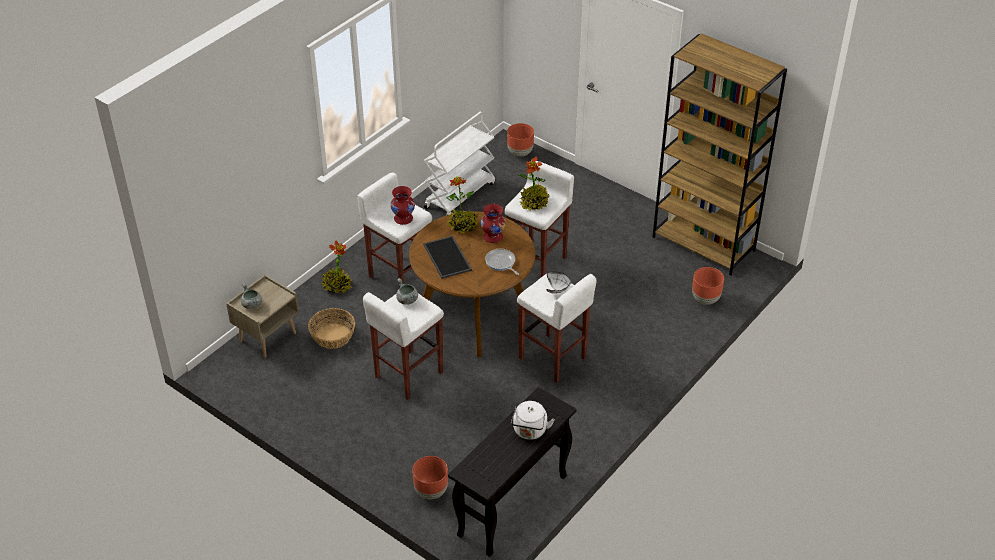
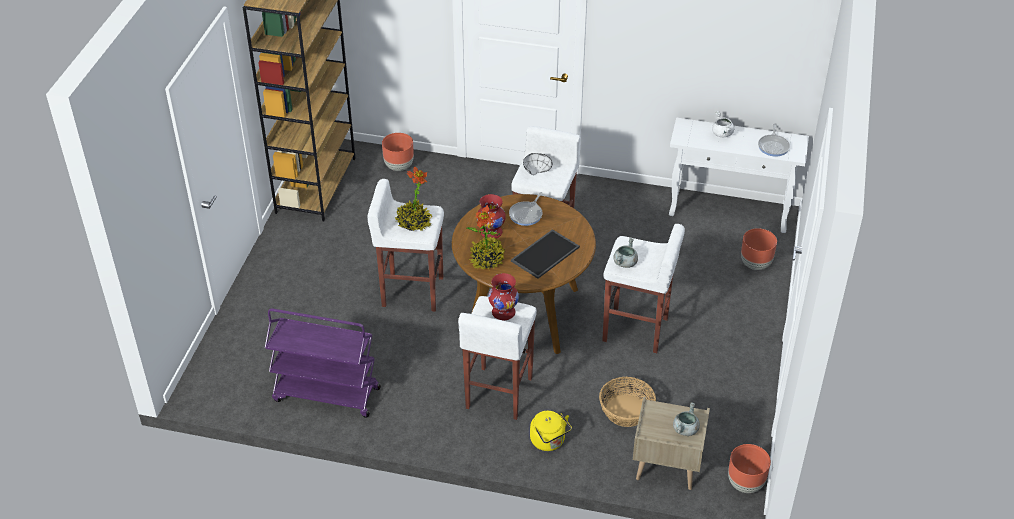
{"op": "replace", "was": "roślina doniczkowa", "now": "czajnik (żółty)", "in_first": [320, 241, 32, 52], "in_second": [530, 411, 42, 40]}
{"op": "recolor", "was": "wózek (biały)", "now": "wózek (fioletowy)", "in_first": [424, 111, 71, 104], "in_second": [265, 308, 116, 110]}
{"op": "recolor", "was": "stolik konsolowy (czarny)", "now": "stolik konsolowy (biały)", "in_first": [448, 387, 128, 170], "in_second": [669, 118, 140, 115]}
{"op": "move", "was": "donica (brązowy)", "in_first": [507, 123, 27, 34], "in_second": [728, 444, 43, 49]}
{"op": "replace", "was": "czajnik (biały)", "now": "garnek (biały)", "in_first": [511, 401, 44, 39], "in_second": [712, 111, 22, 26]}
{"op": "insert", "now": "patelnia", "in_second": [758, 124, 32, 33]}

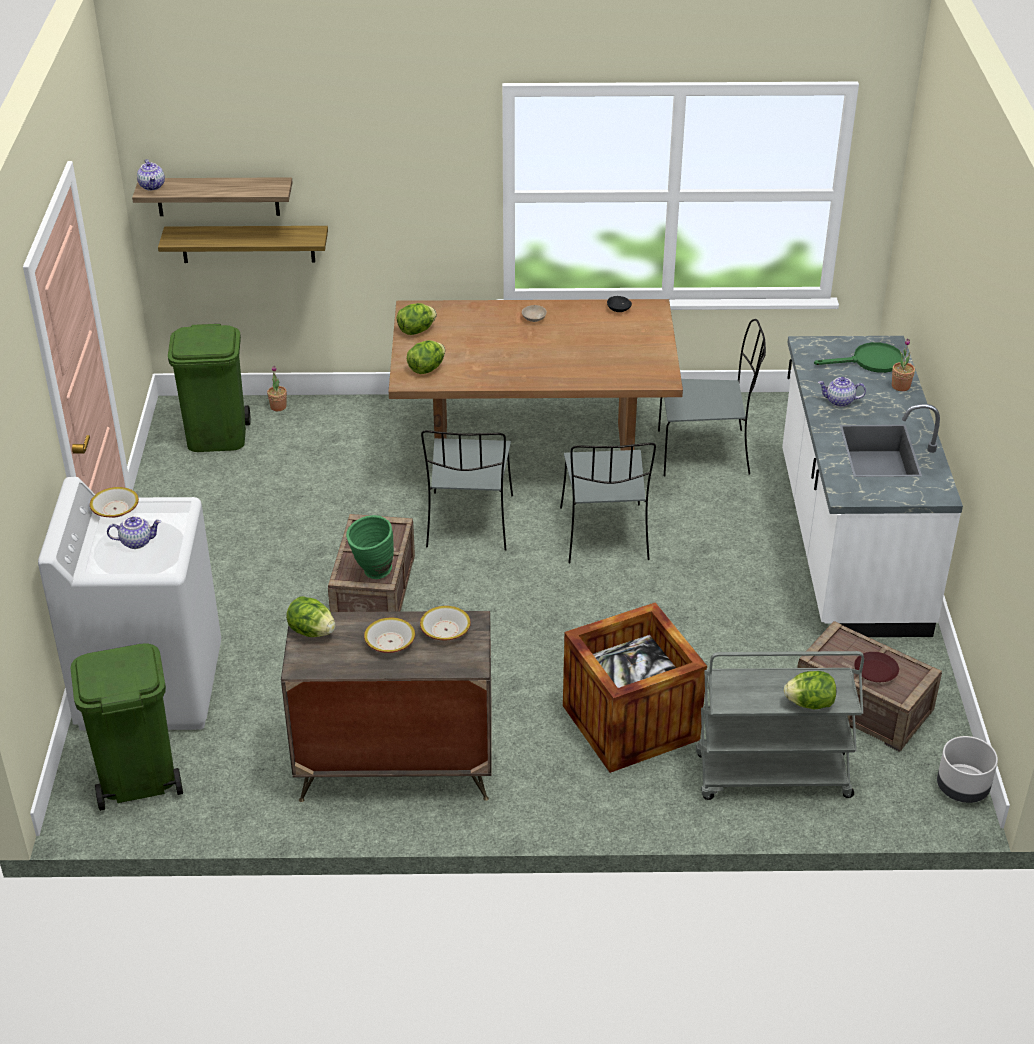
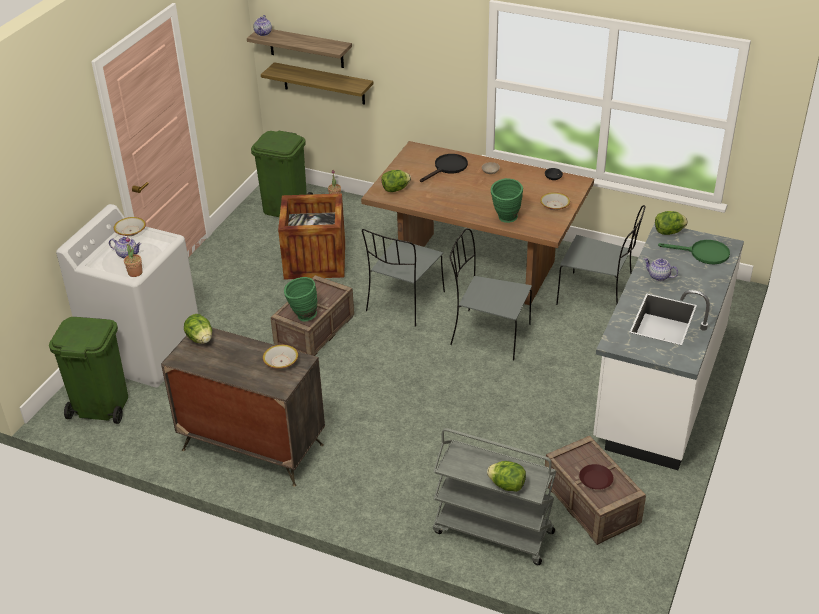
{"op": "move", "was": "miska", "in_first": [364, 618, 51, 35], "in_second": [540, 192, 30, 18]}
{"op": "move", "was": "sałata", "in_first": [397, 303, 40, 32], "in_second": [655, 211, 33, 24]}
{"op": "rotate", "was": "krzesło (szary)", "in_first": [560, 443, 96, 120], "in_second": [450, 228, 82, 133], "clockwise": 90}
{"op": "move", "was": "skrzynka", "in_first": [563, 602, 144, 171], "in_second": [278, 193, 67, 87]}
{"op": "move", "was": "roślina doniczkowa", "in_first": [892, 338, 23, 53], "in_second": [124, 237, 18, 40]}
{"op": "delete", "was": "donica (szary)", "in_first": [937, 736, 61, 67]}
{"op": "insert", "now": "patelnia (czarny)", "in_second": [420, 154, 48, 28]}
{"op": "insert", "now": "wazon (zielony)", "in_second": [491, 178, 32, 45]}

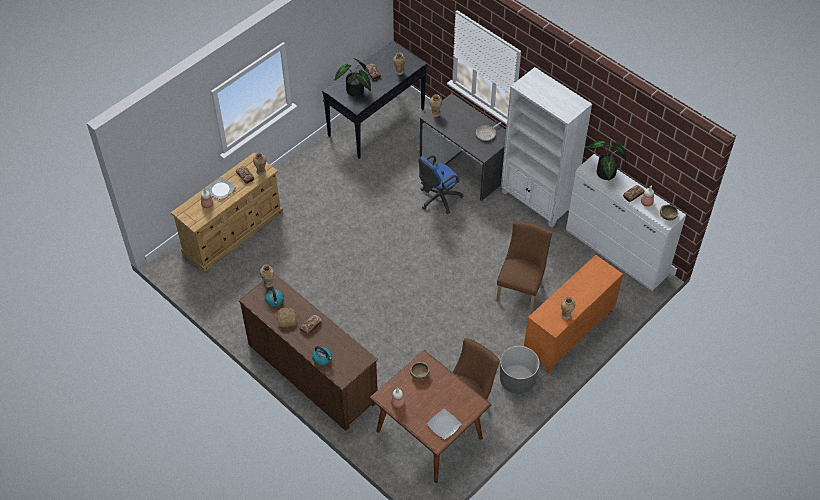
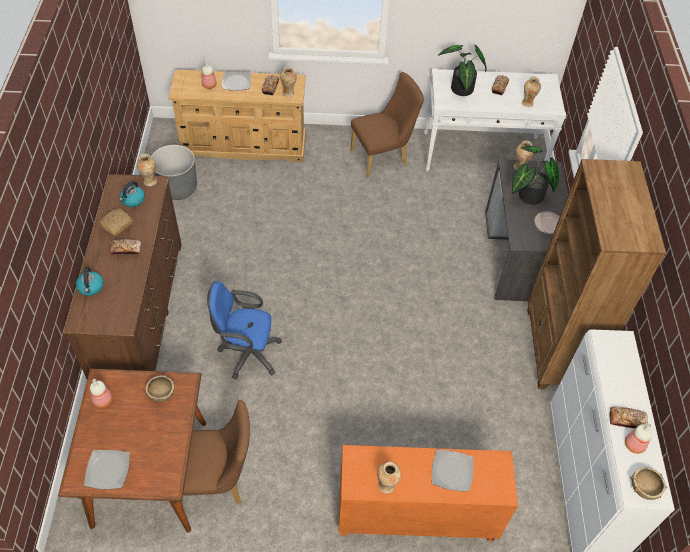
{"op": "recolor", "was": "stolik konsolowy (czarny)", "now": "stolik konsolowy (biały)", "in_first": [322, 41, 105, 118], "in_second": [424, 69, 142, 102]}
{"op": "move", "was": "krzesło biurowe (niebieski)", "in_first": [419, 155, 44, 59], "in_second": [207, 281, 75, 98]}
{"op": "move", "was": "krzesło (brązowy)", "in_first": [496, 221, 56, 90], "in_second": [350, 72, 74, 106]}
{"op": "move", "was": "donica (szary)", "in_first": [500, 346, 40, 48], "in_second": [151, 145, 46, 55]}
{"op": "recolor", "was": "regał (biały)", "now": "regał (brązowy)", "in_first": [501, 67, 91, 160], "in_second": [527, 159, 139, 230]}
{"op": "move", "was": "roślina doniczkowa", "in_first": [585, 141, 41, 40], "in_second": [512, 146, 47, 59]}
{"op": "insert", "now": "talerz", "in_second": [432, 449, 42, 43]}

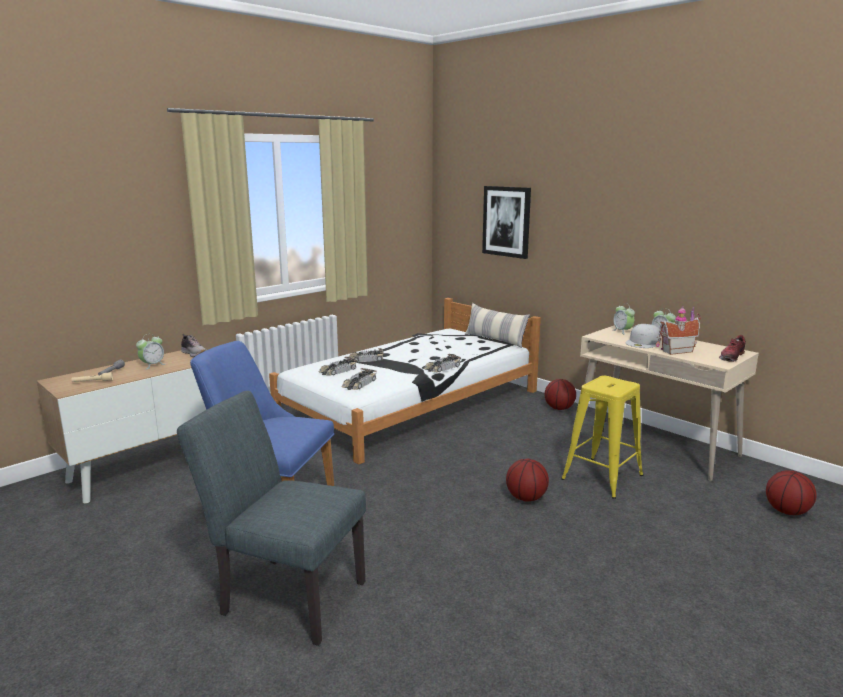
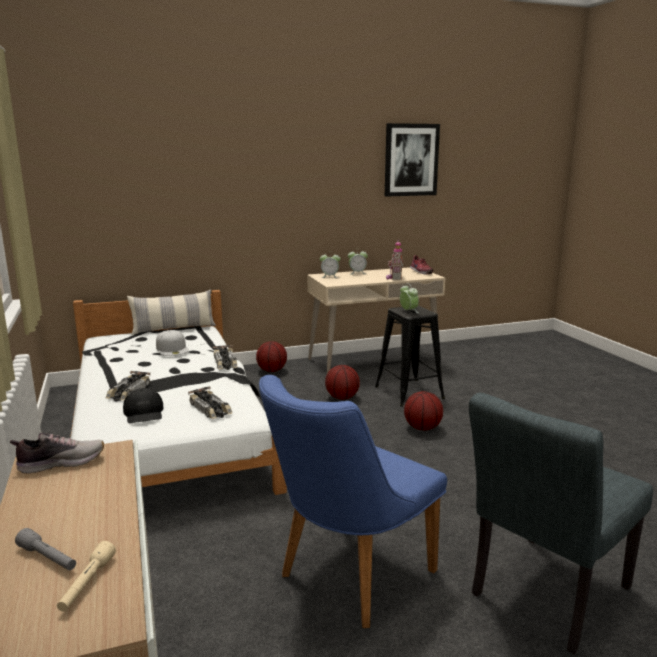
{"op": "move", "was": "budzik", "in_first": [136, 334, 29, 36], "in_second": [399, 283, 20, 30]}
{"op": "replace", "was": "samochodzik", "now": "czapka z daszkiem (czarny)", "in_first": [319, 357, 38, 19], "in_second": [123, 388, 40, 35]}
{"op": "move", "was": "obraz", "in_first": [482, 186, 49, 73], "in_second": [385, 123, 55, 74]}
{"op": "recolor", "was": "stołek (żółty)", "now": "stołek (czarny)", "in_first": [561, 376, 82, 123], "in_second": [375, 306, 70, 101]}
{"op": "move", "was": "czapka z daszkiem (biały)", "in_first": [625, 324, 36, 24], "in_second": [156, 330, 33, 26]}
{"op": "move", "was": "piłka do koszykówki", "in_first": [766, 471, 50, 44], "in_second": [325, 365, 35, 35]}

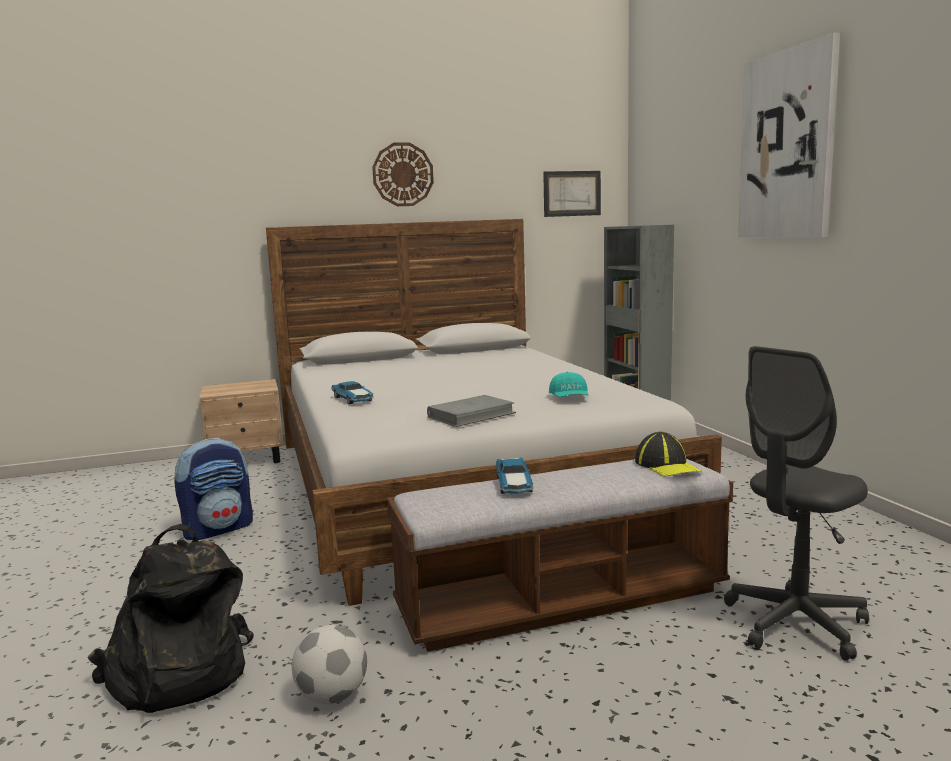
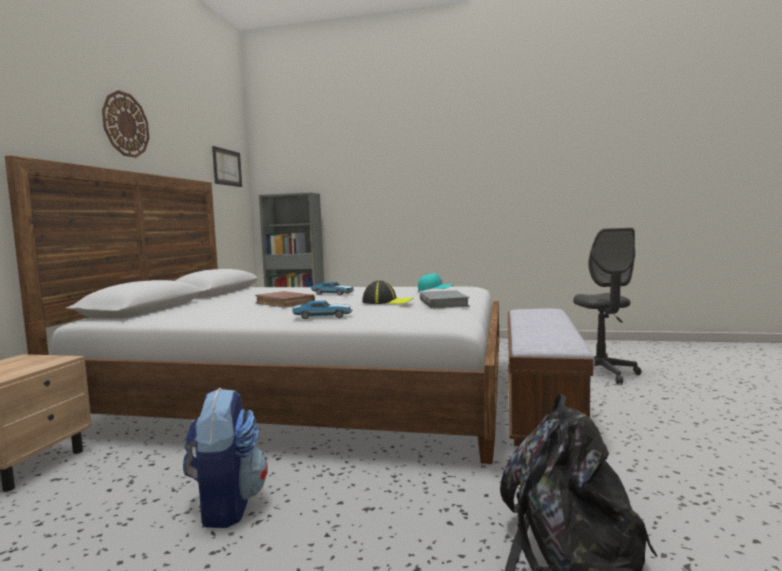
{"op": "delete", "was": "piłka futbolowa", "in_first": [292, 625, 75, 79]}
{"op": "move", "was": "samochodzik", "in_first": [496, 458, 38, 36], "in_second": [311, 282, 43, 14]}
{"op": "move", "was": "czapka z daszkiem", "in_first": [635, 432, 67, 45], "in_second": [362, 281, 52, 23]}
{"op": "delete", "was": "obraz", "in_first": [738, 32, 102, 206]}
{"op": "insert", "now": "książka (brązowy)", "in_second": [255, 291, 60, 17]}

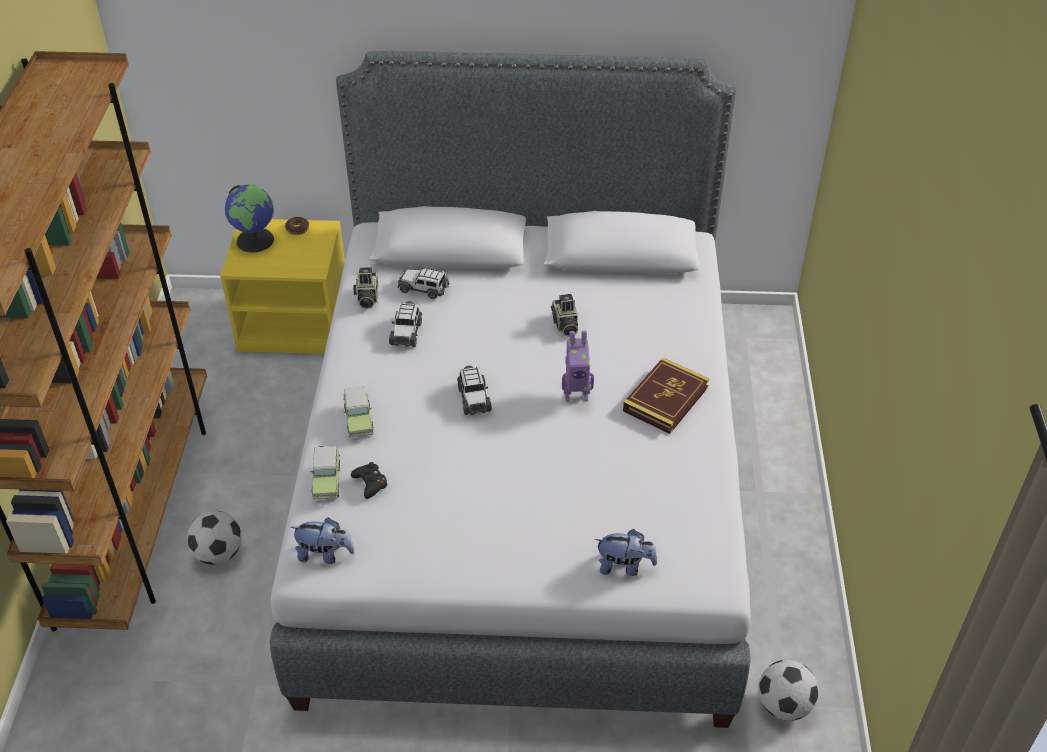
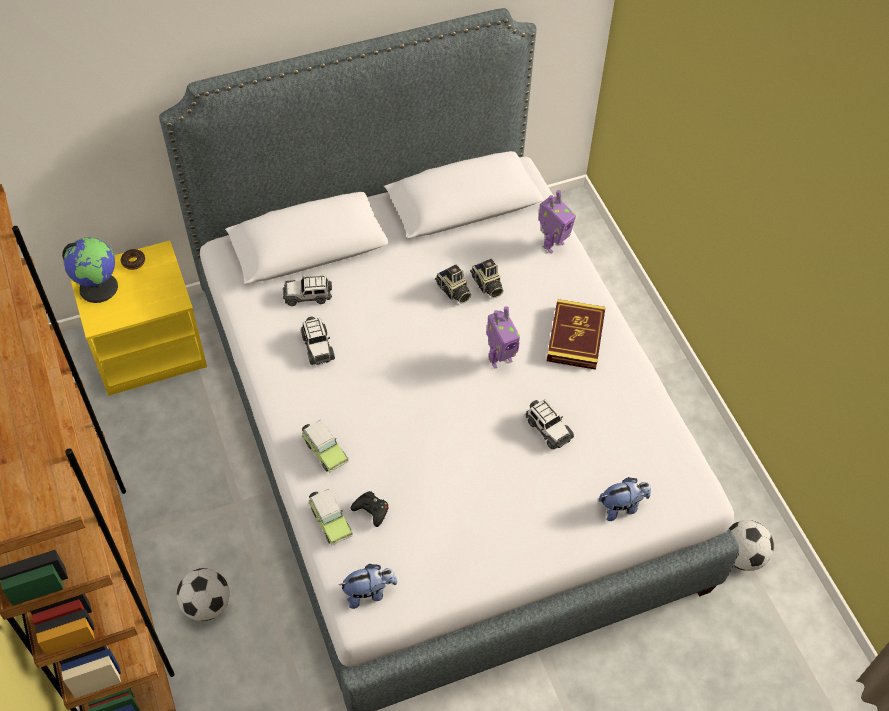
{"op": "move", "was": "aparat fotograficzny", "in_first": [353, 267, 25, 42], "in_second": [470, 259, 34, 39]}
{"op": "move", "was": "samochodzik", "in_first": [457, 366, 35, 49], "in_second": [525, 399, 49, 51]}
{"op": "insert", "now": "robot zabawkowy", "in_second": [539, 190, 37, 64]}

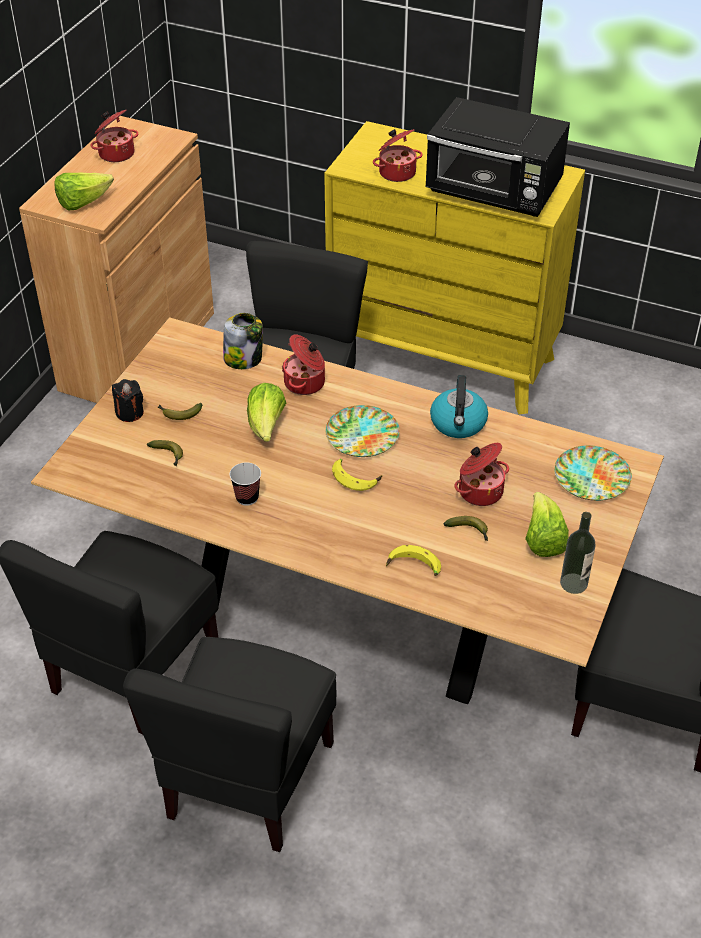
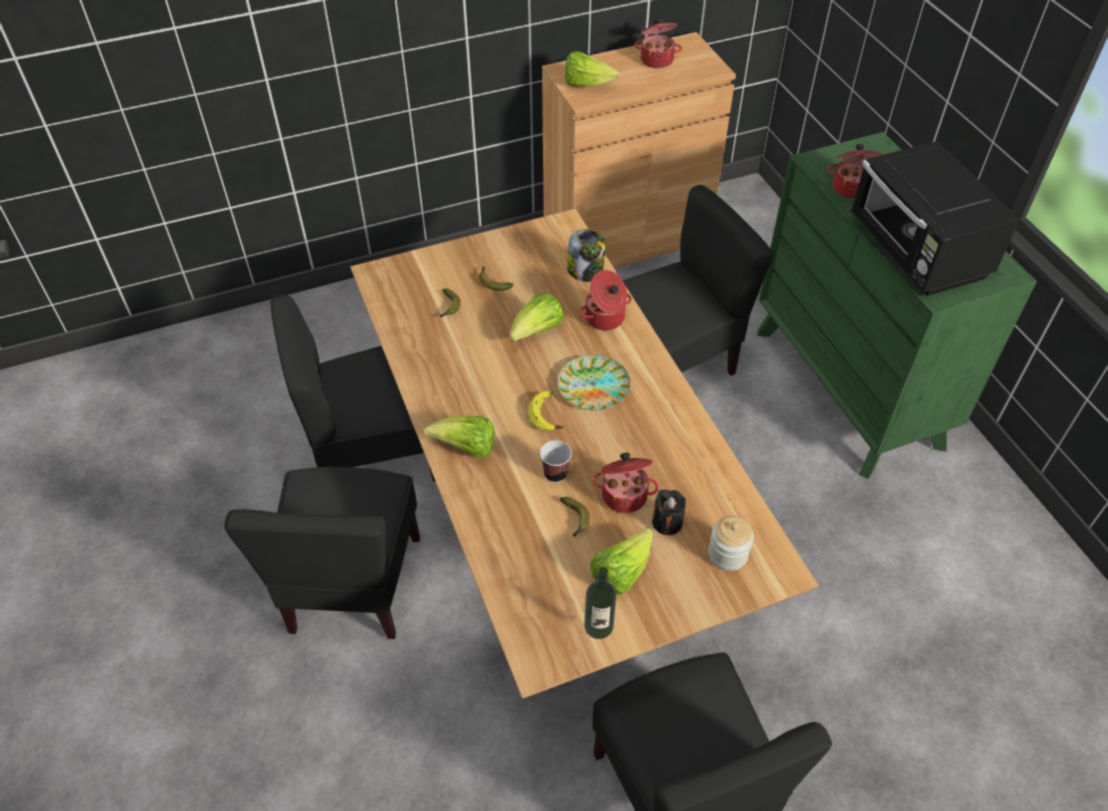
{"op": "move", "was": "świeca (czarny)", "in_first": [112, 379, 32, 43], "in_second": [652, 490, 34, 45]}
{"op": "rotate", "was": "krzesło (czarny)", "in_first": [123, 637, 213, 215], "in_second": [224, 467, 196, 172], "clockwise": -60}
{"op": "move", "was": "filiżanka", "in_first": [230, 462, 31, 44], "in_second": [540, 440, 32, 43]}
{"op": "recolor", "was": "komoda (żółty)", "now": "komoda (zielony)", "in_first": [324, 121, 261, 293], "in_second": [757, 132, 280, 347]}
{"op": "delete", "was": "banan", "in_first": [386, 545, 55, 31]}
{"op": "delete", "was": "czajnik", "in_first": [430, 375, 58, 63]}
{"op": "replace", "was": "talerz", "now": "słoik", "in_first": [554, 445, 78, 56], "in_second": [708, 515, 46, 56]}
{"op": "insert", "now": "sałata", "in_second": [424, 416, 71, 41]}

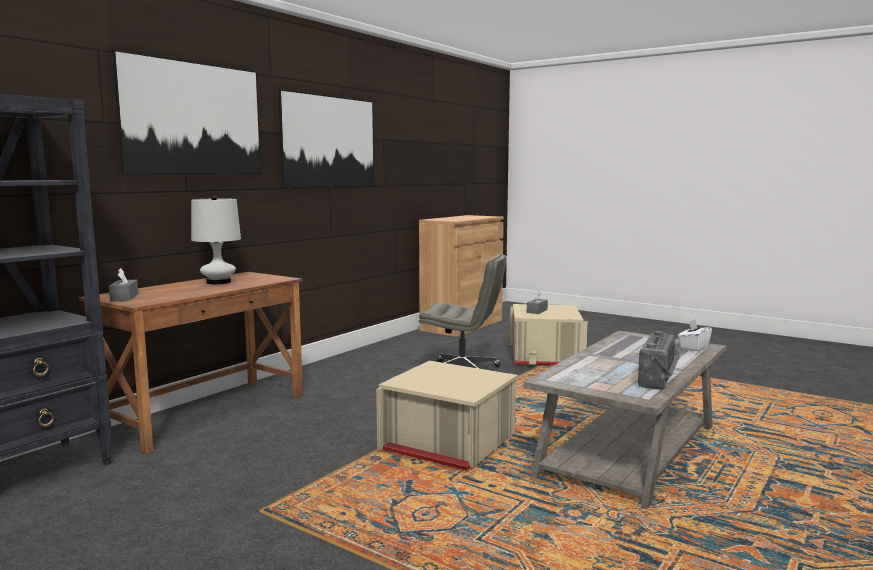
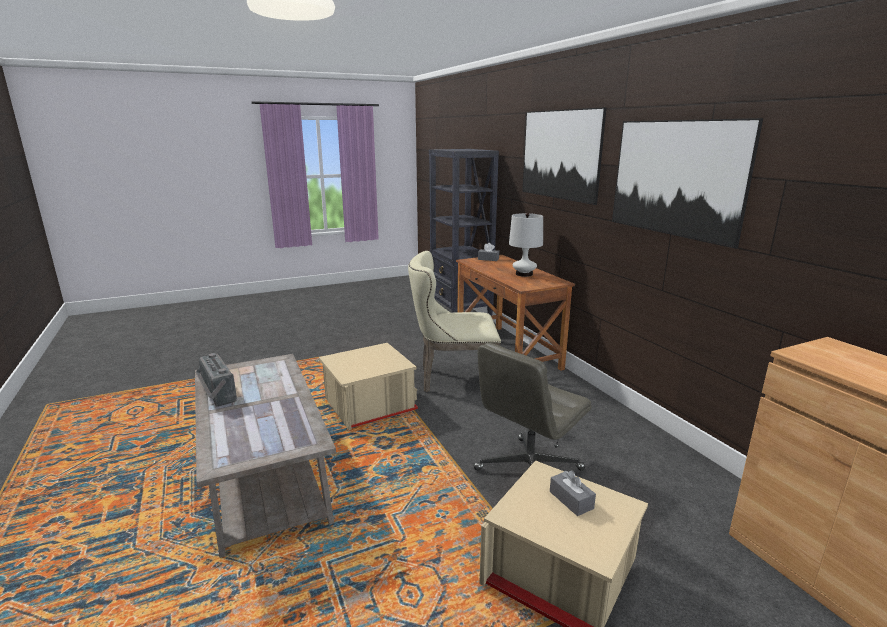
{"op": "delete", "was": "pudełko chusteczek (biały)", "in_first": [678, 319, 34, 32]}
{"op": "insert", "now": "krzesło (beżowy)", "in_second": [408, 251, 93, 141]}

